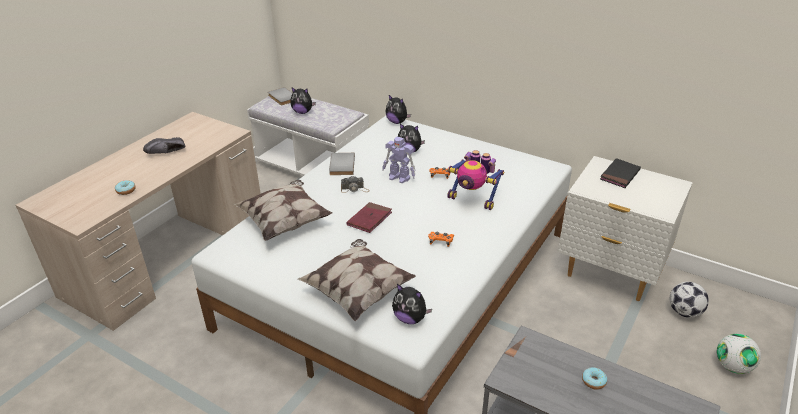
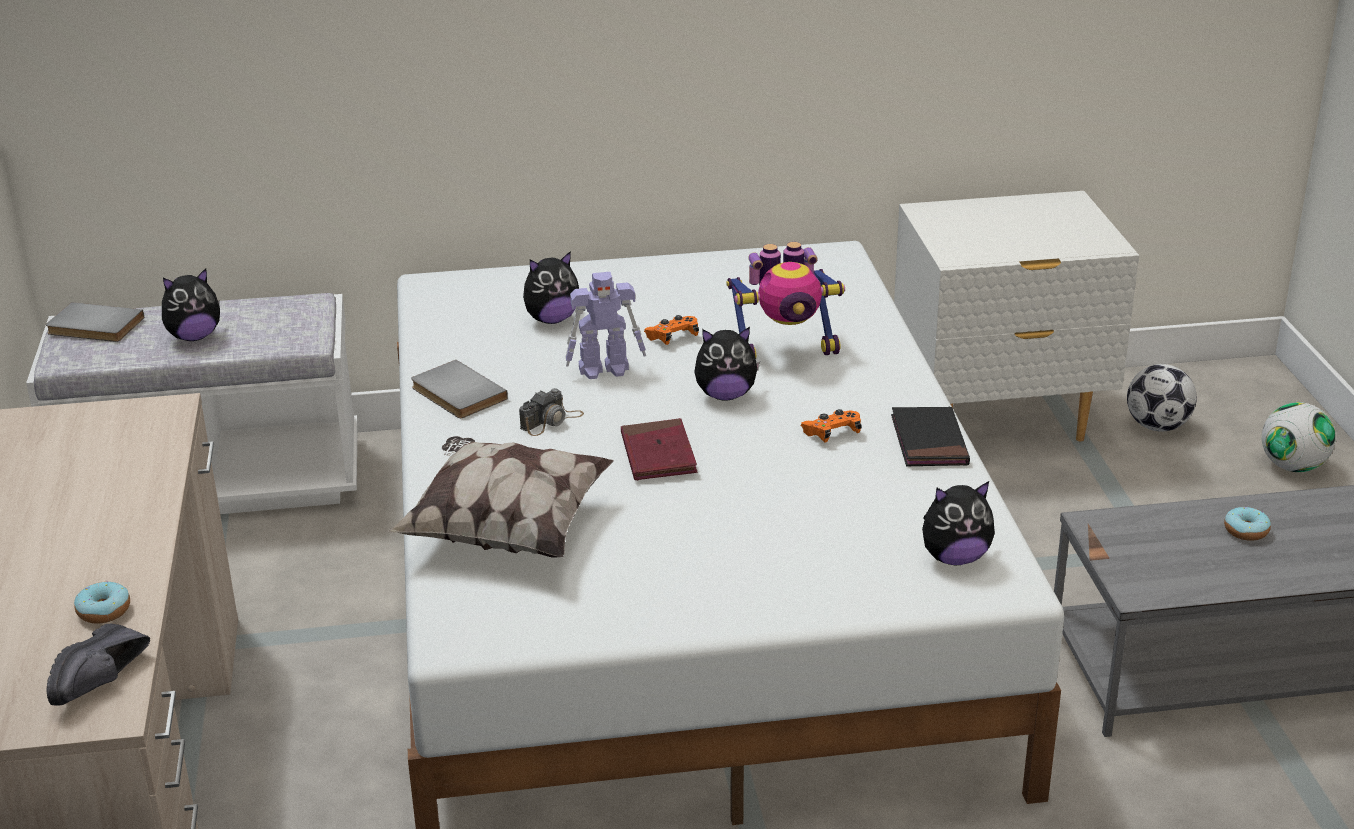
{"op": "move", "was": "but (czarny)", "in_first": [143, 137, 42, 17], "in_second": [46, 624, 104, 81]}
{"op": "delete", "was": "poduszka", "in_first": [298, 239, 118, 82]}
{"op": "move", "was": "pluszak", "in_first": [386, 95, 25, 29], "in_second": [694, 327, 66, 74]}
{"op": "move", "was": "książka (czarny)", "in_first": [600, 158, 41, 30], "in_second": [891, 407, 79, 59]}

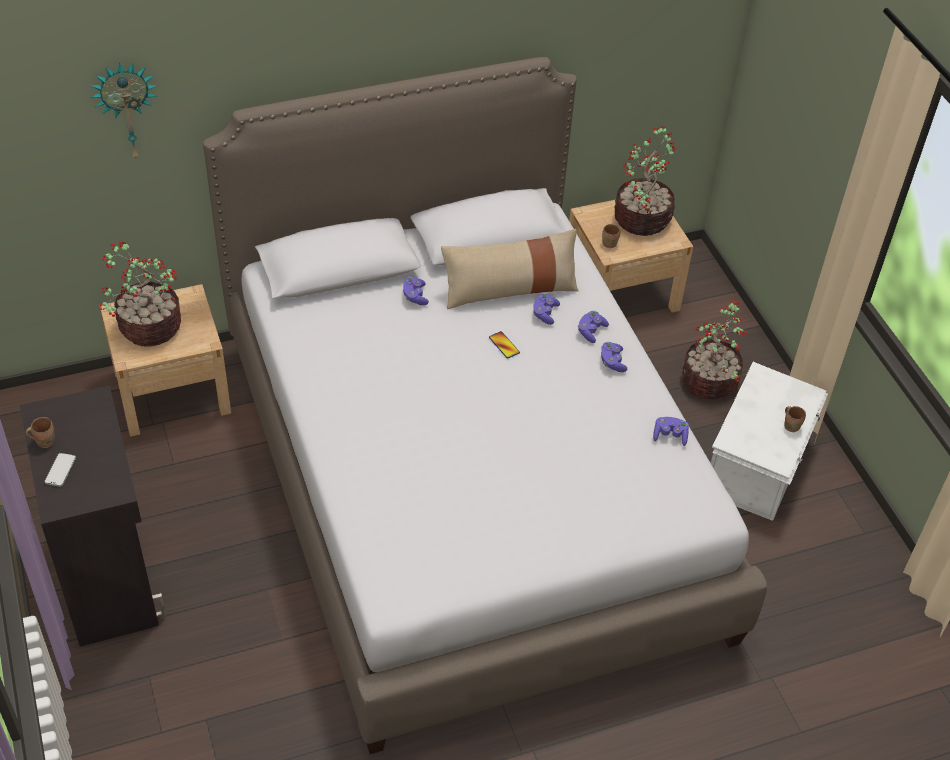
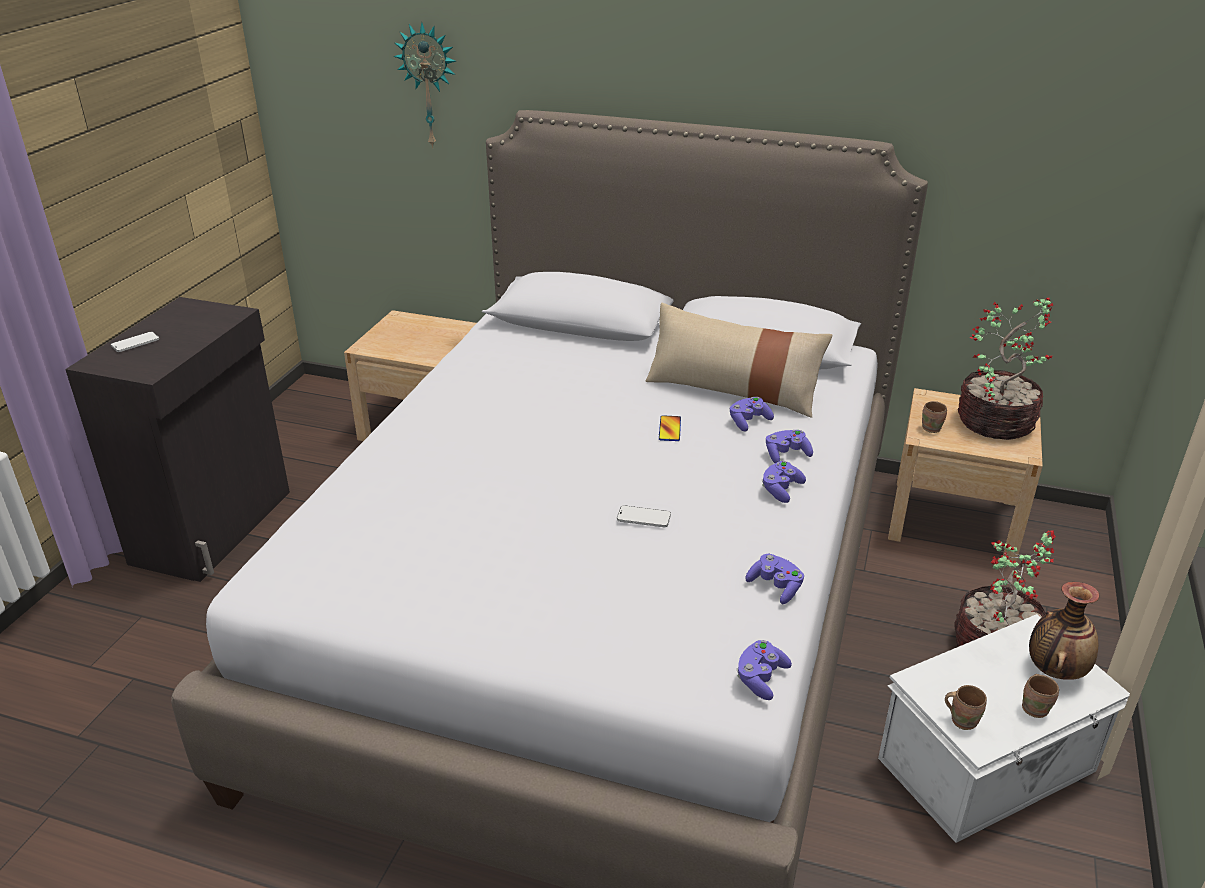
{"op": "move", "was": "kubek (brązowy)", "in_first": [26, 417, 29, 31], "in_second": [945, 685, 42, 45]}
{"op": "delete", "was": "roślina doniczkowa", "in_first": [99, 241, 82, 106]}
{"op": "move", "was": "pad do gier (fioletowy)", "in_first": [403, 277, 26, 28], "in_second": [736, 640, 56, 60]}
{"op": "insert", "now": "telefon", "in_second": [617, 505, 54, 22]}
{"op": "insert", "now": "wazon", "in_second": [1029, 582, 70, 98]}

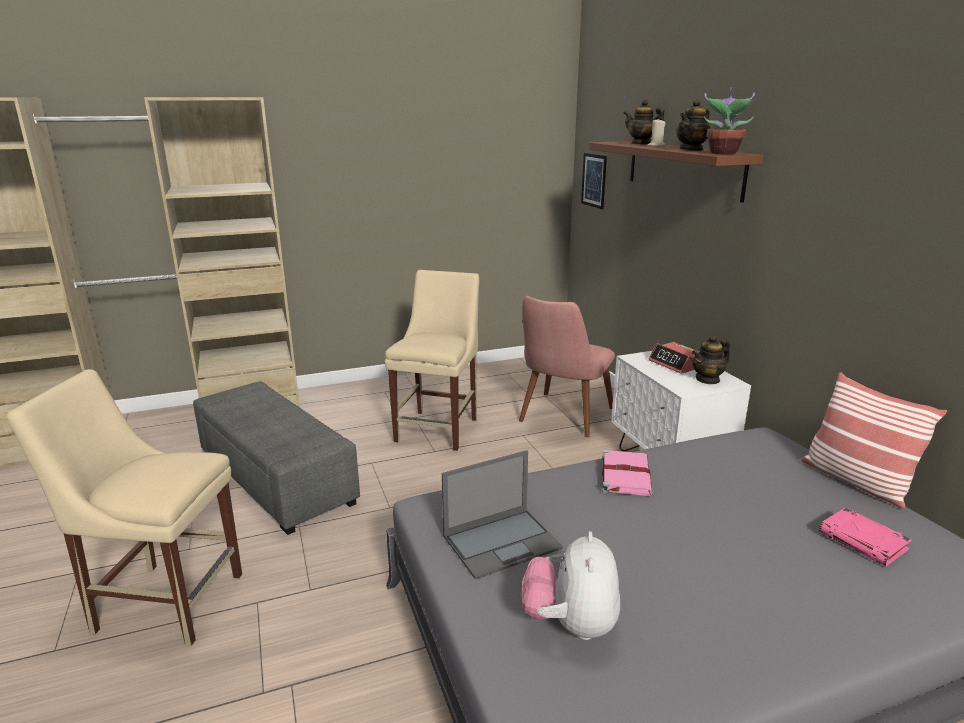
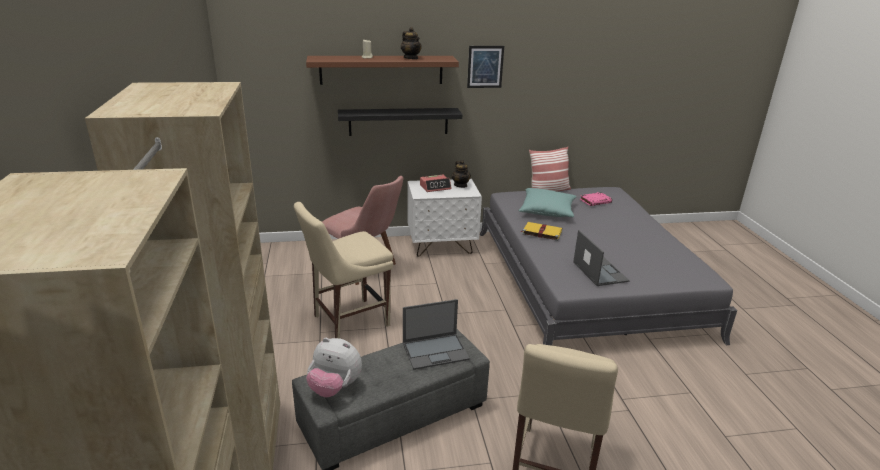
{"op": "rotate", "was": "krzesło (beżowy)", "in_first": [385, 270, 95, 181], "in_second": [294, 202, 99, 137], "clockwise": -60}
{"op": "move", "was": "pluszak", "in_first": [522, 531, 98, 109], "in_second": [306, 338, 56, 59]}
{"op": "move", "was": "obraz", "in_first": [581, 153, 26, 56], "in_second": [467, 46, 37, 42]}
{"op": "recolor", "was": "książka (różowy)", "now": "książka (żółty)", "in_first": [602, 449, 50, 47], "in_second": [521, 222, 41, 19]}
{"op": "delete", "was": "imbryk", "in_first": [623, 100, 42, 44]}
{"op": "delete", "was": "roślina doniczkowa", "in_first": [704, 88, 51, 66]}
{"op": "insert", "now": "półka (czarny)", "in_second": [338, 108, 124, 28]}
{"op": "insert", "now": "laptop", "in_second": [403, 299, 67, 71]}
{"op": "insert", "now": "poduszka (turkusowy)", "in_second": [519, 188, 58, 29]}

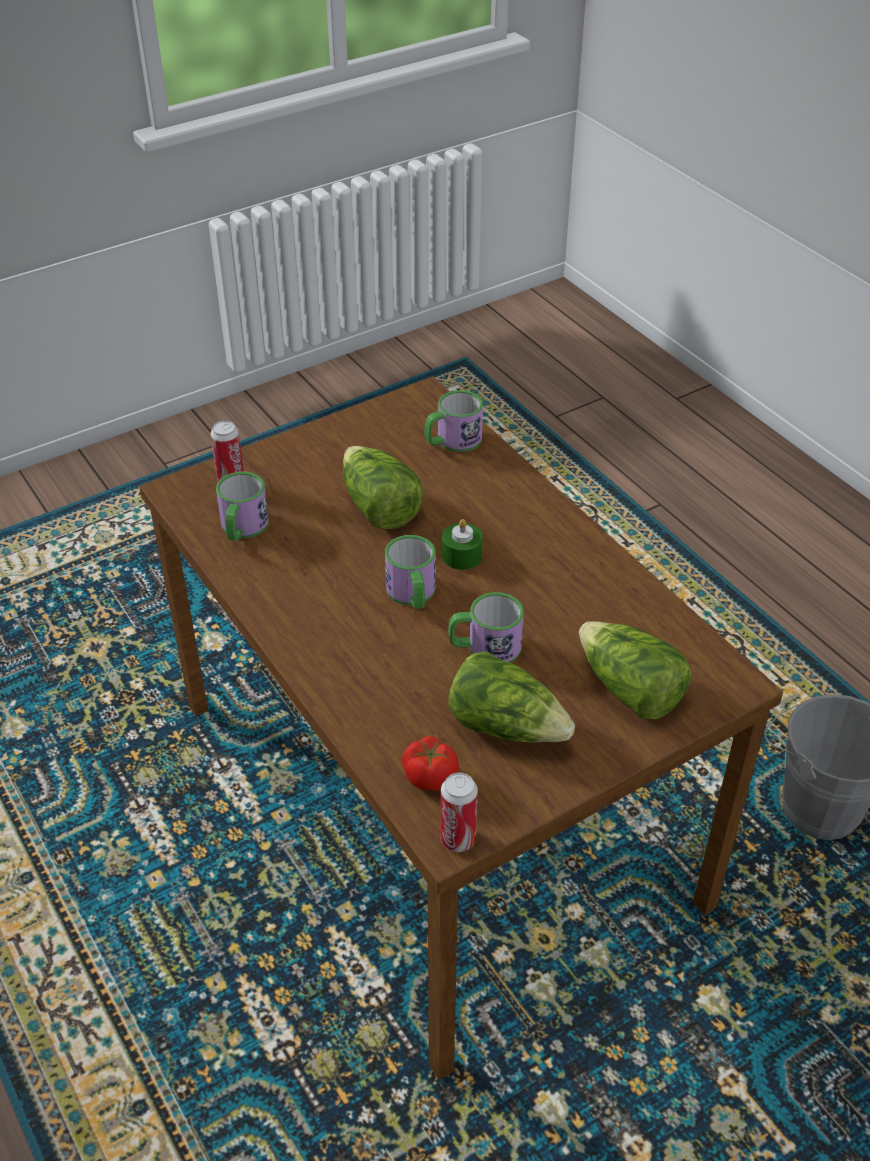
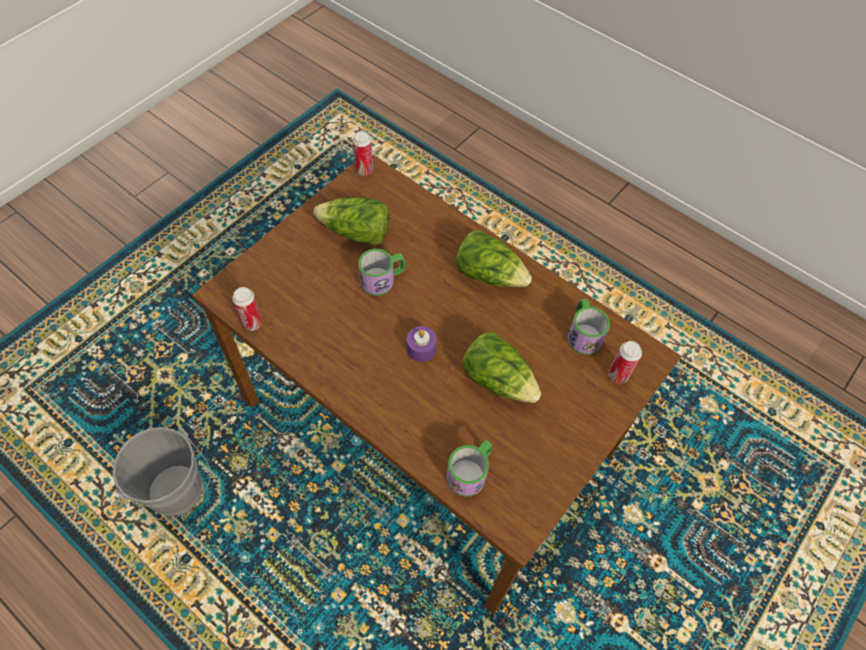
{"op": "delete", "was": "kubek", "in_first": [385, 535, 51, 74]}
{"op": "delete", "was": "pomidor", "in_first": [402, 736, 57, 55]}
{"op": "recolor", "was": "świeca (zielony)", "now": "świeca (fioletowy)", "in_first": [442, 519, 41, 51], "in_second": [407, 326, 30, 36]}
{"op": "move", "was": "sałata", "in_first": [579, 621, 113, 98], "in_second": [456, 230, 76, 57]}
{"op": "insert", "now": "puszka", "in_second": [232, 287, 31, 44]}

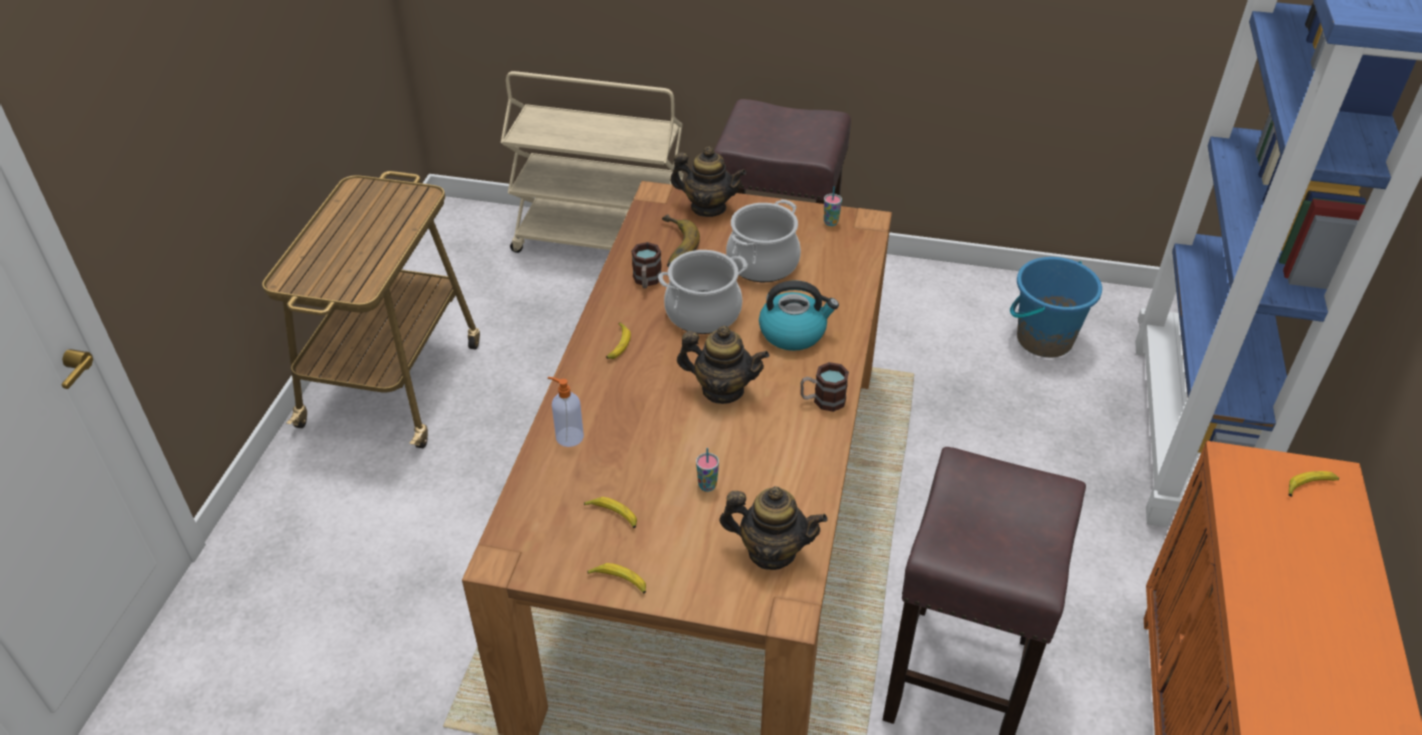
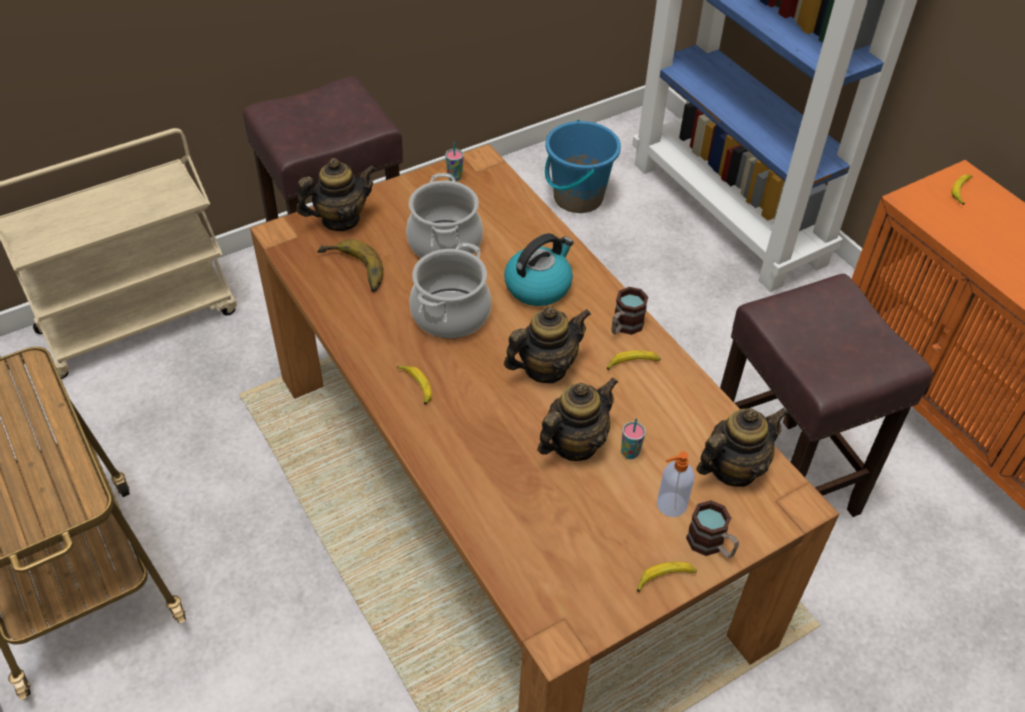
{"op": "move", "was": "dozownik mydła", "in_first": [548, 377, 36, 70], "in_second": [657, 451, 37, 66]}
{"op": "move", "was": "banan", "in_first": [584, 497, 53, 31], "in_second": [607, 350, 54, 20]}
{"op": "move", "was": "kubek", "in_first": [631, 242, 31, 46], "in_second": [686, 500, 53, 58]}
{"op": "insert", "now": "imbryk", "in_second": [537, 377, 81, 84]}

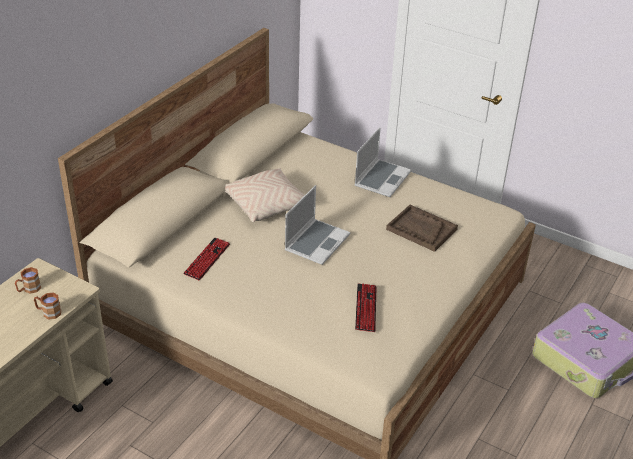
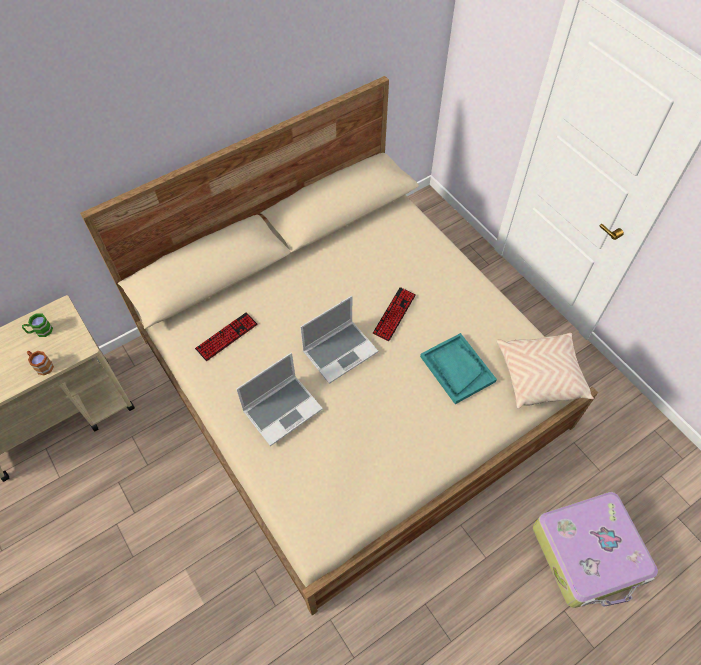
{"op": "recolor", "was": "kubek (brązowy)", "now": "kubek (zielony)", "in_first": [15, 267, 26, 27], "in_second": [22, 313, 31, 24]}
{"op": "move", "was": "poduszka (beżowy)", "in_first": [225, 168, 80, 54], "in_second": [497, 333, 97, 76]}
{"op": "move", "was": "laptop", "in_first": [355, 127, 57, 70], "in_second": [236, 353, 87, 93]}
{"op": "move", "was": "klawiatura", "in_first": [355, 283, 22, 49], "in_second": [373, 287, 43, 54]}
{"op": "recolor", "was": "taca (brązowy)", "now": "taca (turkusowy)", "in_first": [386, 205, 72, 47], "in_second": [420, 333, 77, 71]}

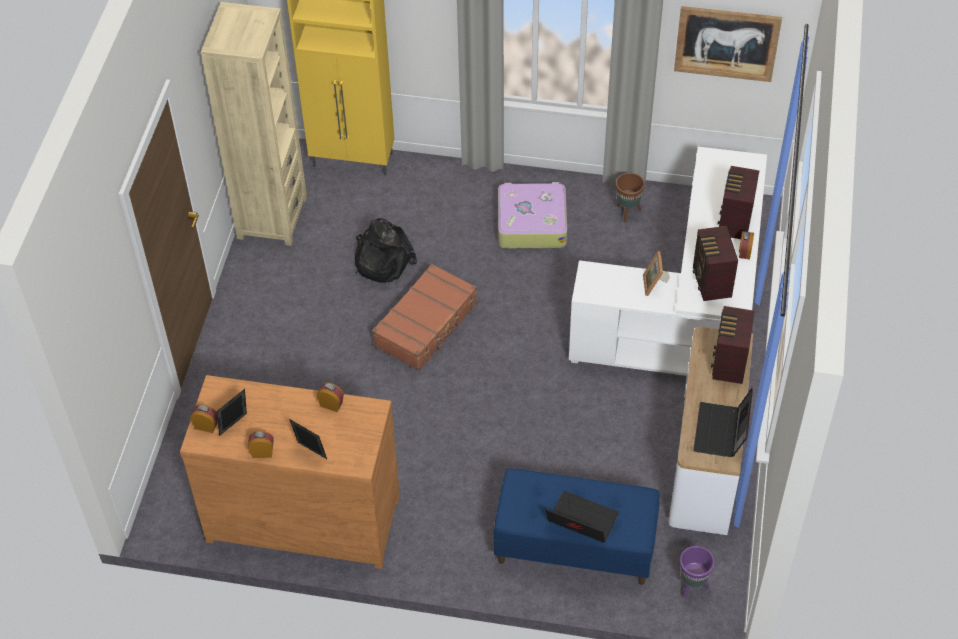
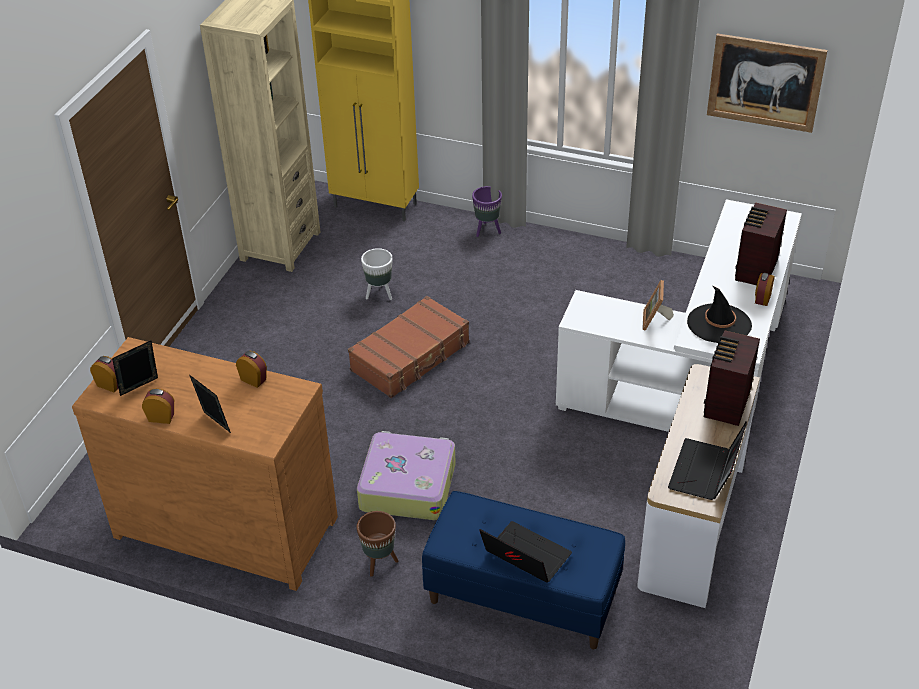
{"op": "replace", "was": "plecak (czarny)", "now": "donica (biały)", "in_first": [355, 218, 62, 65], "in_second": [361, 248, 32, 52]}
{"op": "move", "was": "walizka", "in_first": [498, 182, 69, 66], "in_second": [357, 431, 99, 89]}
{"op": "move", "was": "donica (brązowy)", "in_first": [616, 173, 29, 50], "in_second": [357, 511, 41, 66]}
{"op": "move", "was": "donica (fioletowy)", "in_first": [680, 546, 35, 52], "in_second": [472, 186, 30, 51]}
{"op": "replace", "was": "radio", "now": "kapelusz (czarny)", "in_first": [693, 226, 45, 75], "in_second": [687, 286, 65, 57]}

